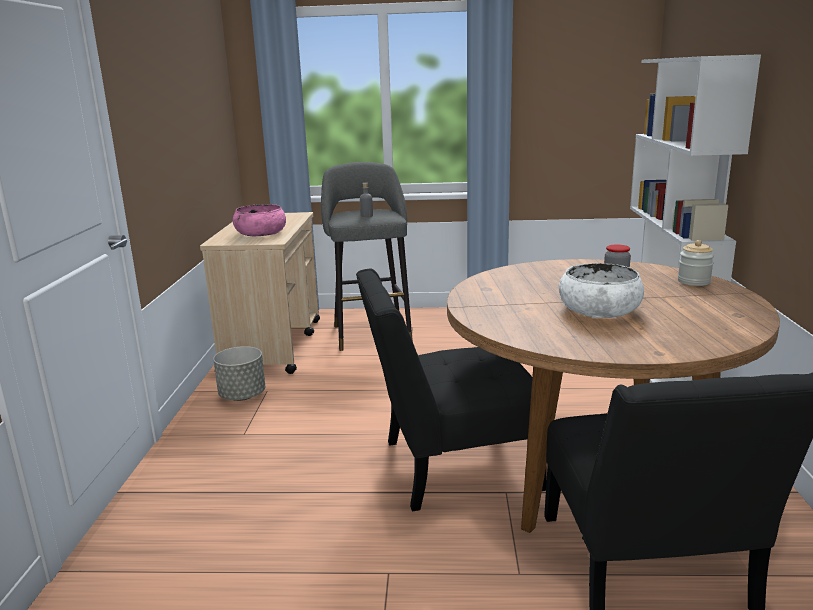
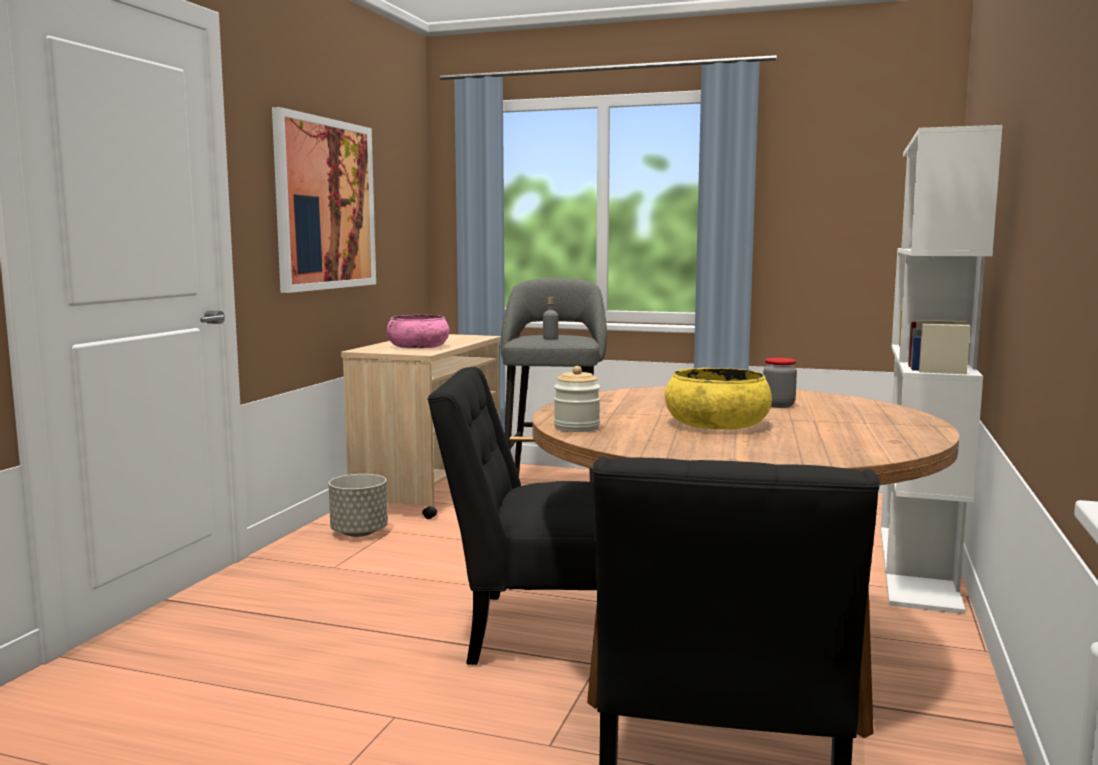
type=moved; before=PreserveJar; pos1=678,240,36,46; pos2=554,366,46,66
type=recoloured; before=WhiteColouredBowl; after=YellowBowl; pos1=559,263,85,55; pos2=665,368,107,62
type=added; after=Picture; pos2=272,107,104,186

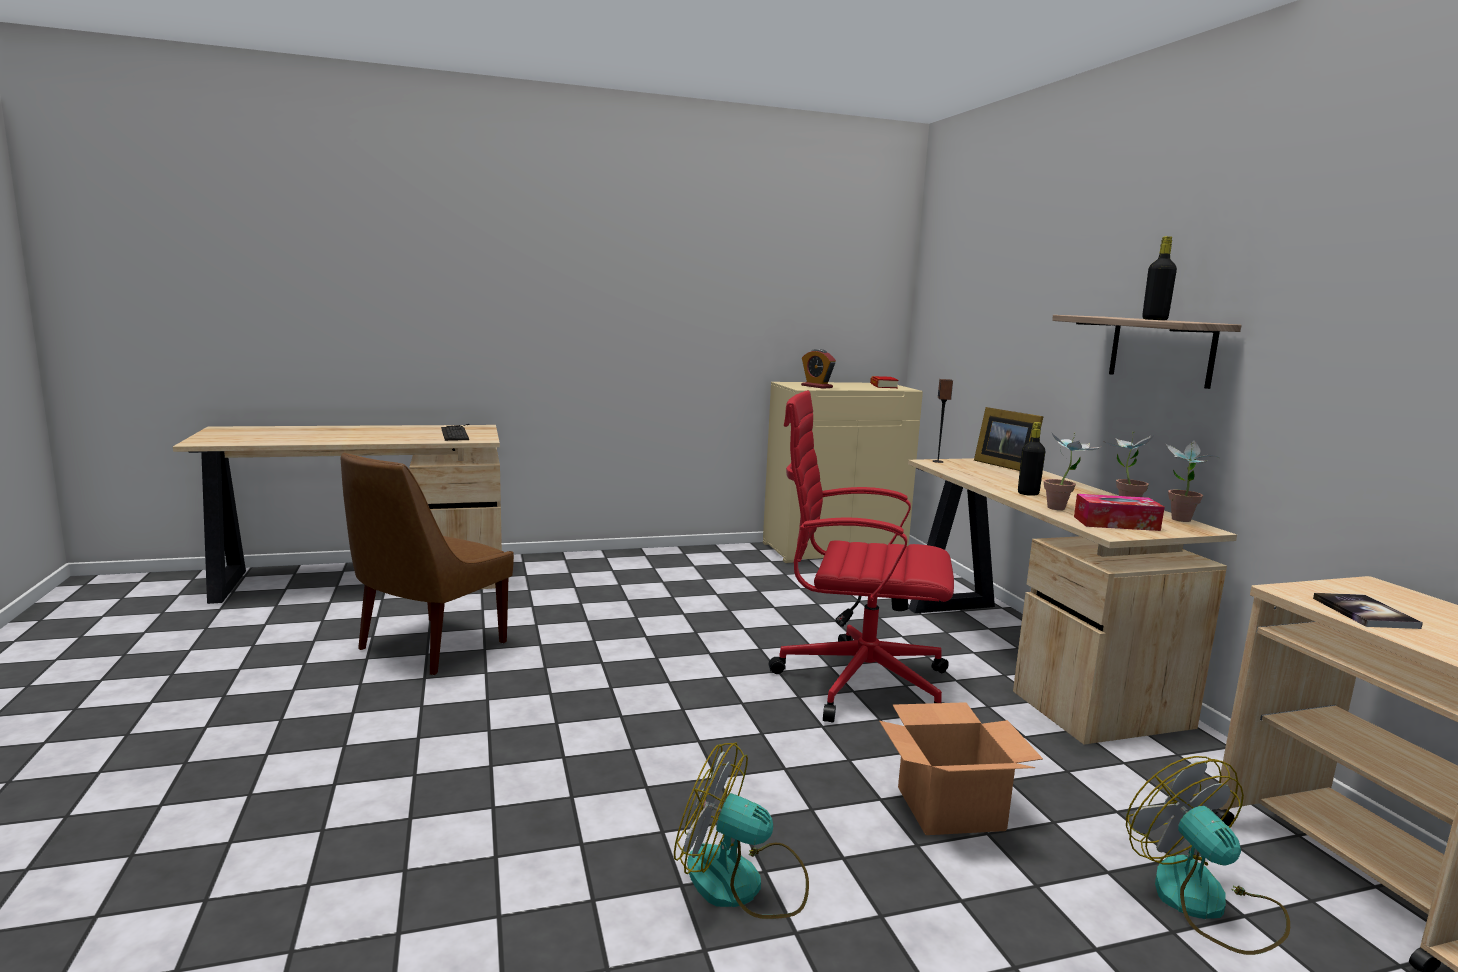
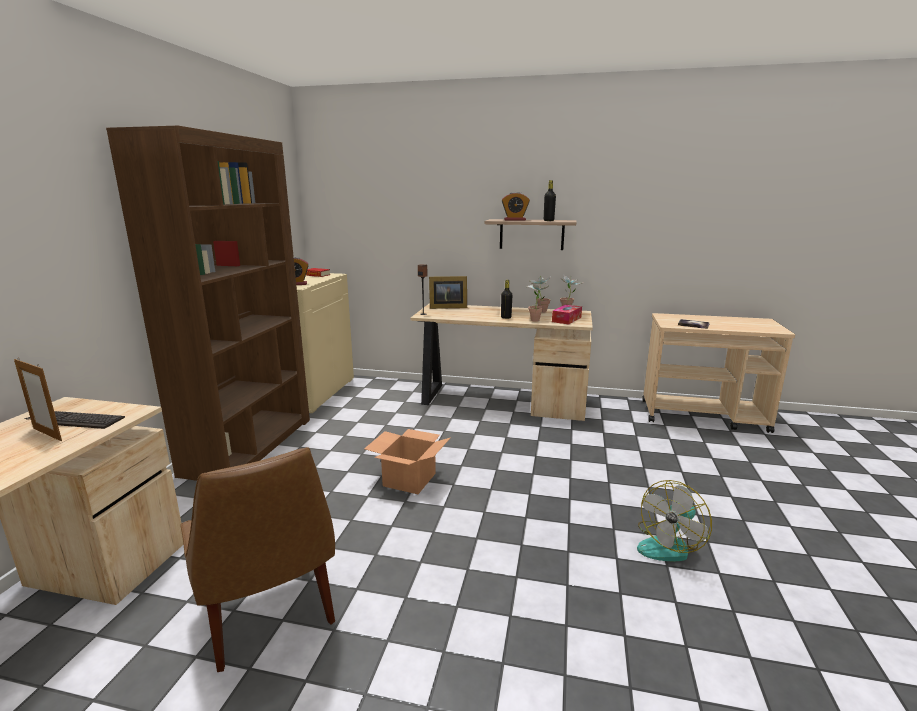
type=removed; before=RedColouredDeskChair; pos1=769,391,185,332
type=moved; before=CardboardBox; pos1=879,702,164,133; pos2=364,429,87,65
type=removed; before=ElectricFan; pos1=1126,756,164,199
type=added; after=BrownShelvingUnit; pos2=106,125,204,356
type=added; after=BedsideClock; pos2=502,192,28,28
type=added; after=PhotoFrame; pos2=14,359,48,82

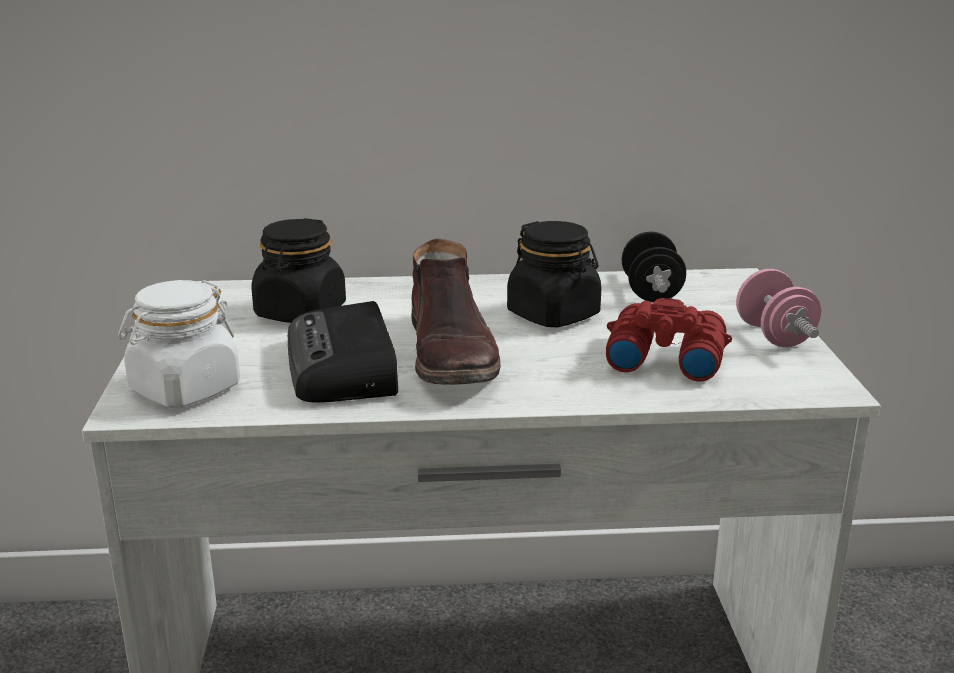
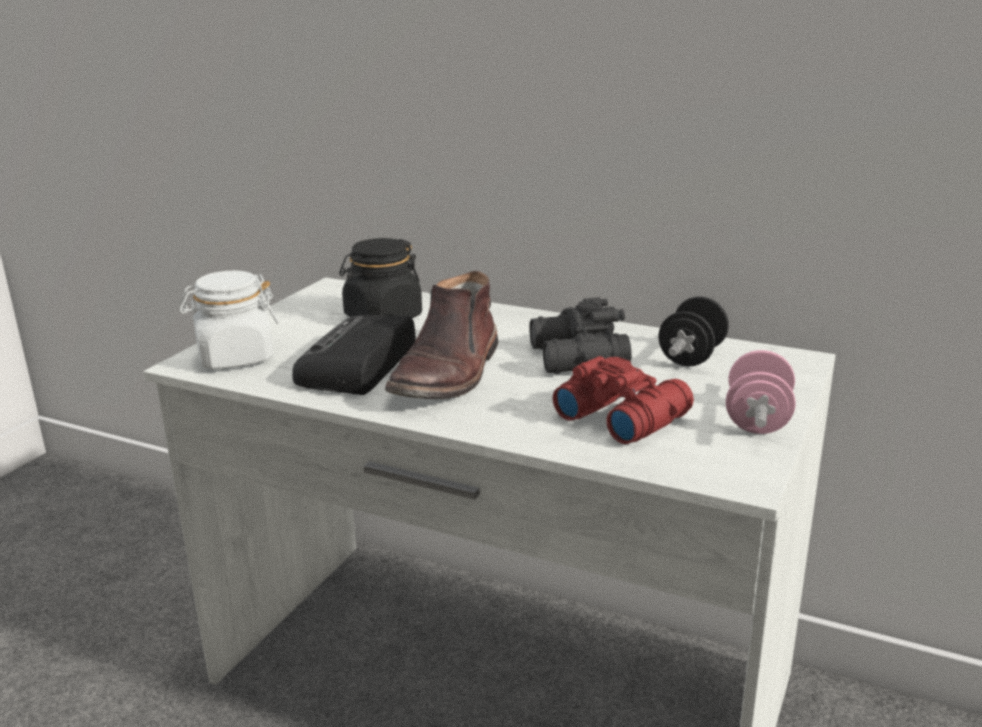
type=replaced; before=BlackColouredPreserveJar; after=BlackColouredPairOfBinoculars; pos1=507,221,95,106; pos2=529,297,103,77

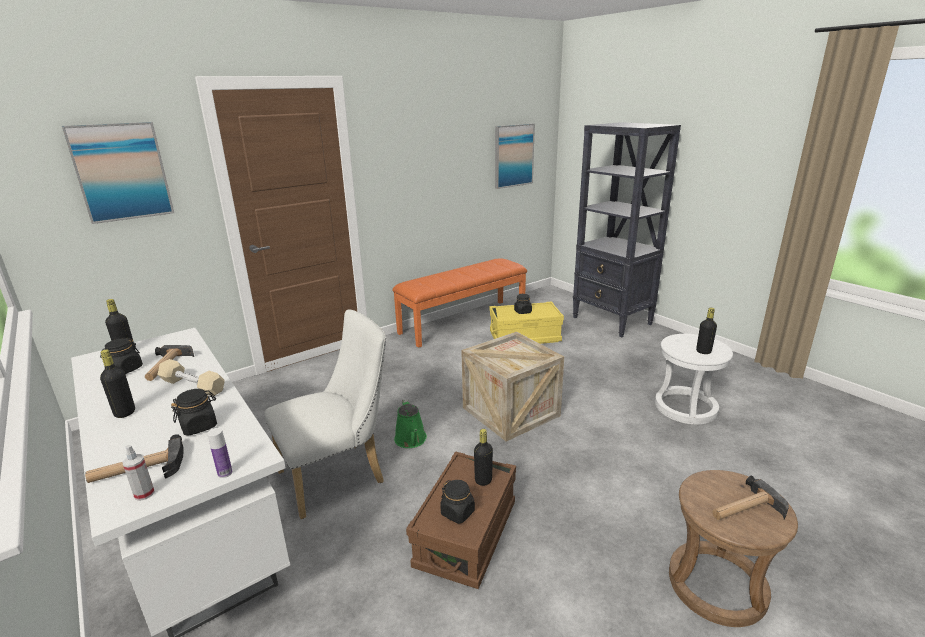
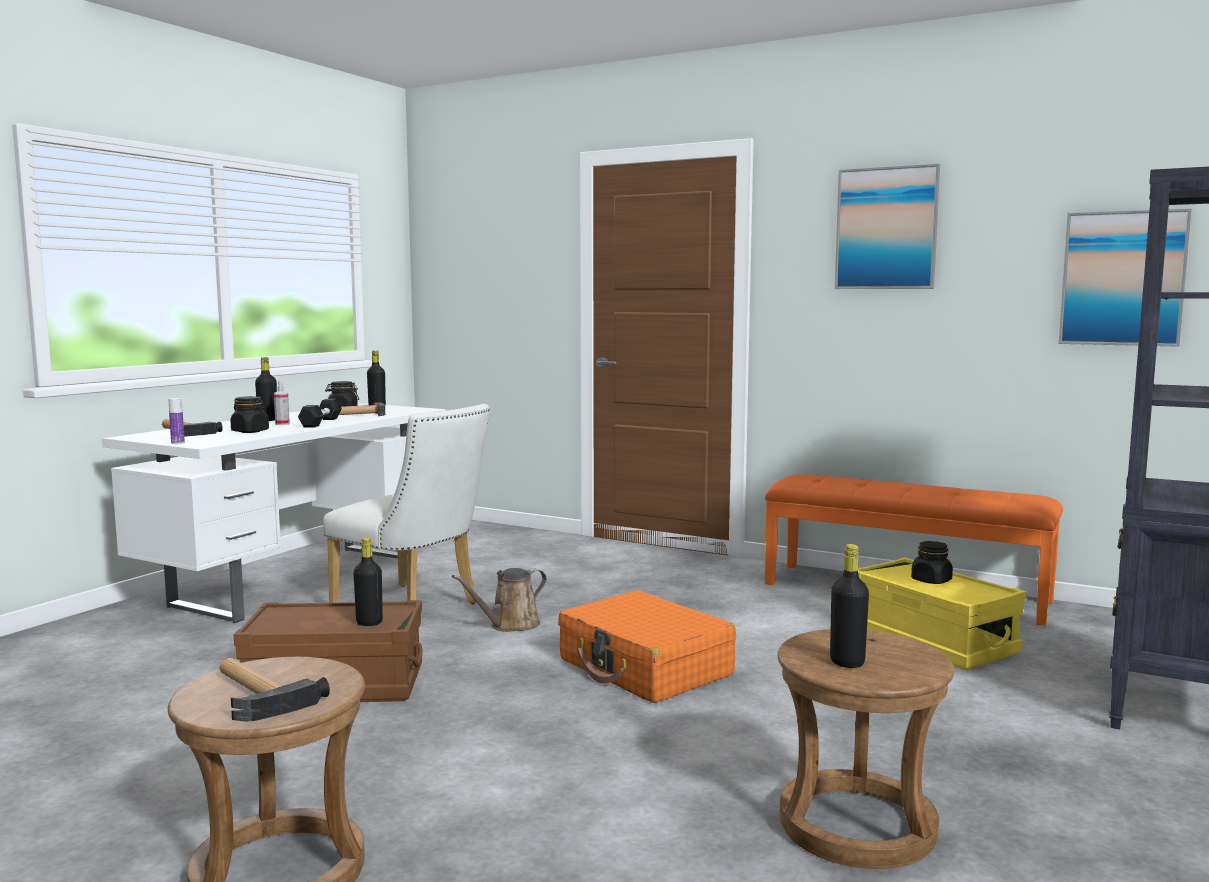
type=moved; before=Picture; pos1=62,122,112,102; pos2=835,164,105,125
type=replaced; before=ShippingCrate; after=OrangeColouredPieceOfLuggage; pos1=461,332,103,109; pos2=558,590,178,113
type=recoloured; before=WhiteColouredSittingStool; after=BrownSittingStool; pos1=655,334,78,90; pos2=777,629,177,240
type=recoloured; before=BeigeHandWeight; after=BlackColouredHandWeight; pos1=157,359,68,37; pos2=298,399,44,29
type=recoloured; before=GreenSprinklingCan; after=BrownSprinklingCan; pos1=394,399,33,49; pos2=452,568,95,64
type=moved; before=HandSprayer; pos1=122,445,33,56; pos2=274,381,16,44
type=removed; before=BlackColouredPreserveJar; pos1=440,480,35,44

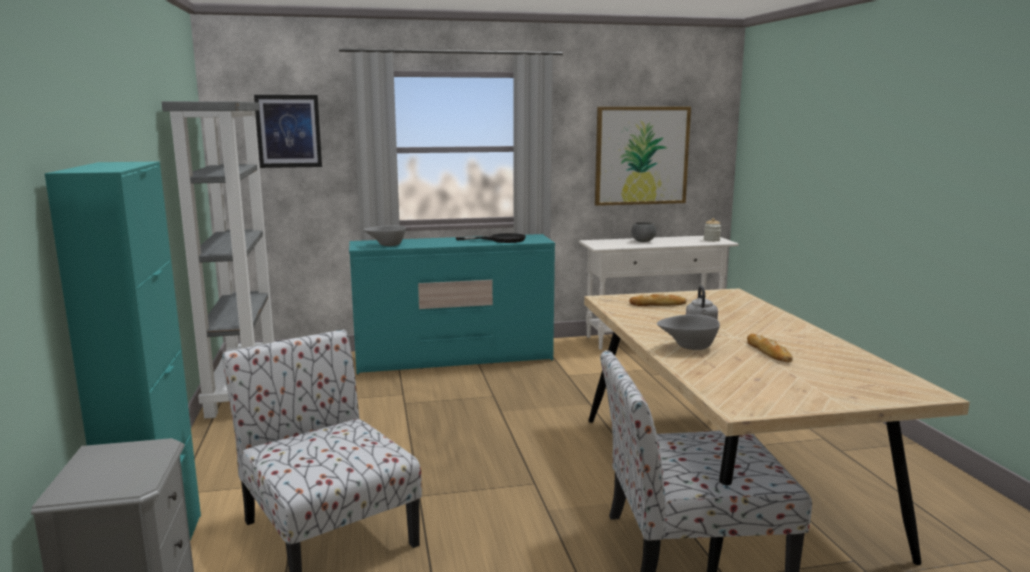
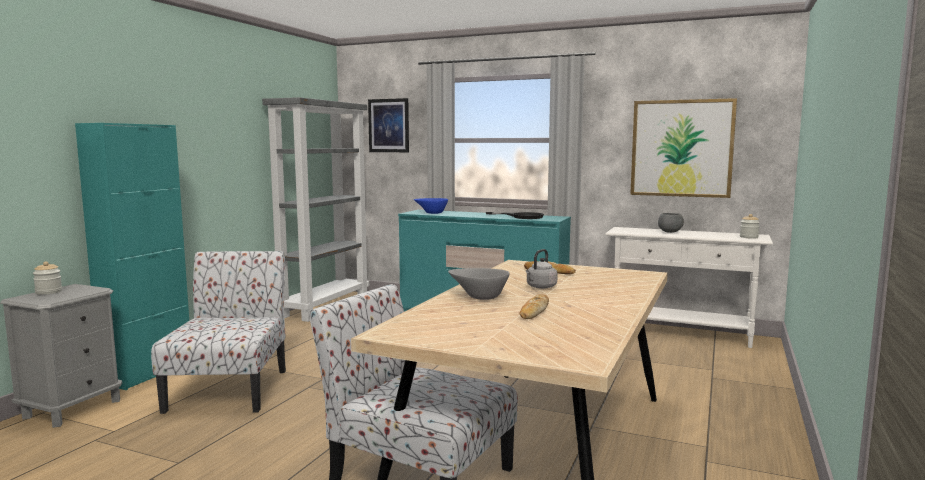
type=recoloured; before=GrayBowl; after=BlueColouredBowl; pos1=363,225,43,21; pos2=414,198,34,16
type=added; after=PreserveJar; pos2=33,262,29,33

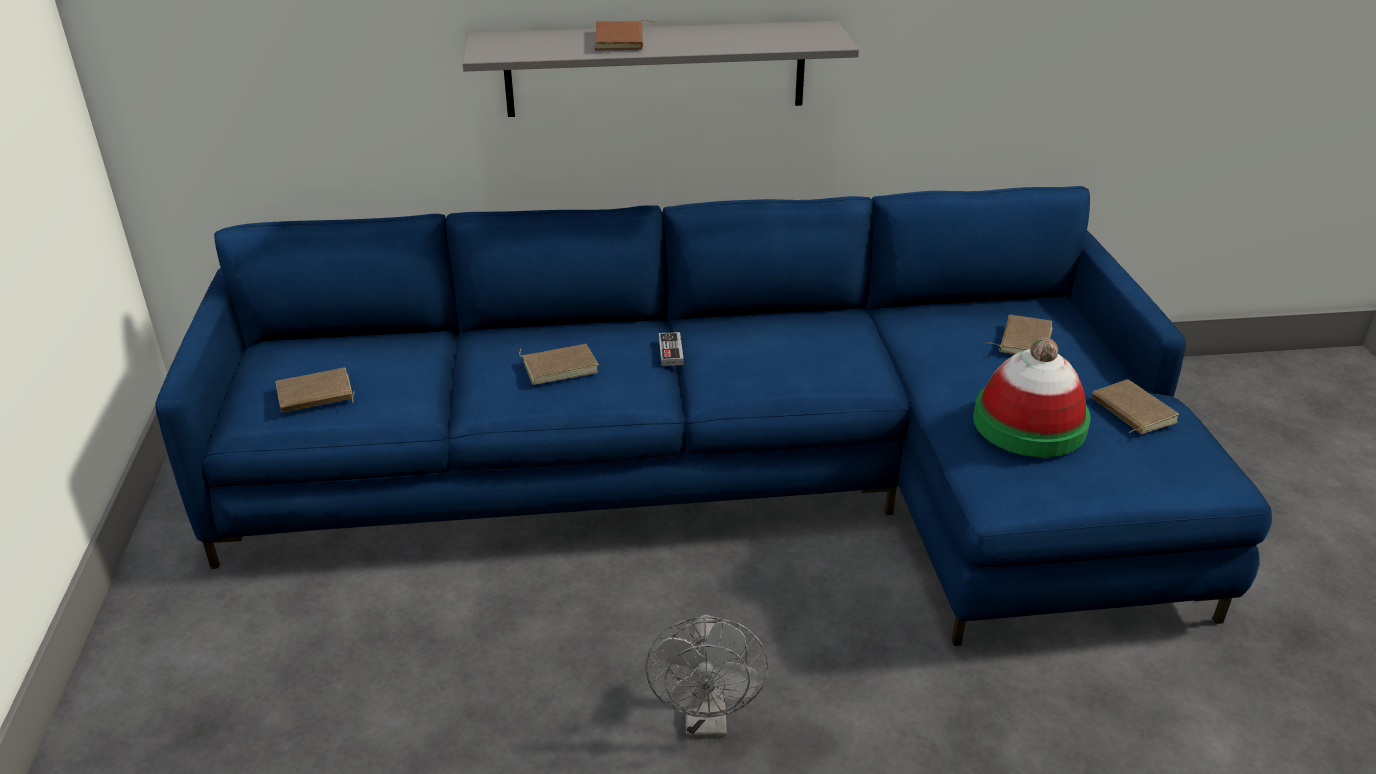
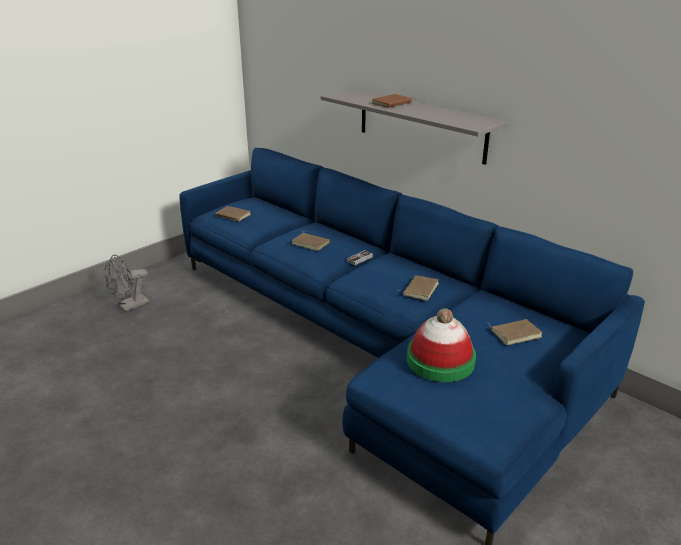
type=moved; before=BrownVolume; pos1=1092,380,87,54; pos2=399,275,40,26
type=moved; before=GrayElectricFan; pos1=645,615,124,122; pos2=104,255,45,56

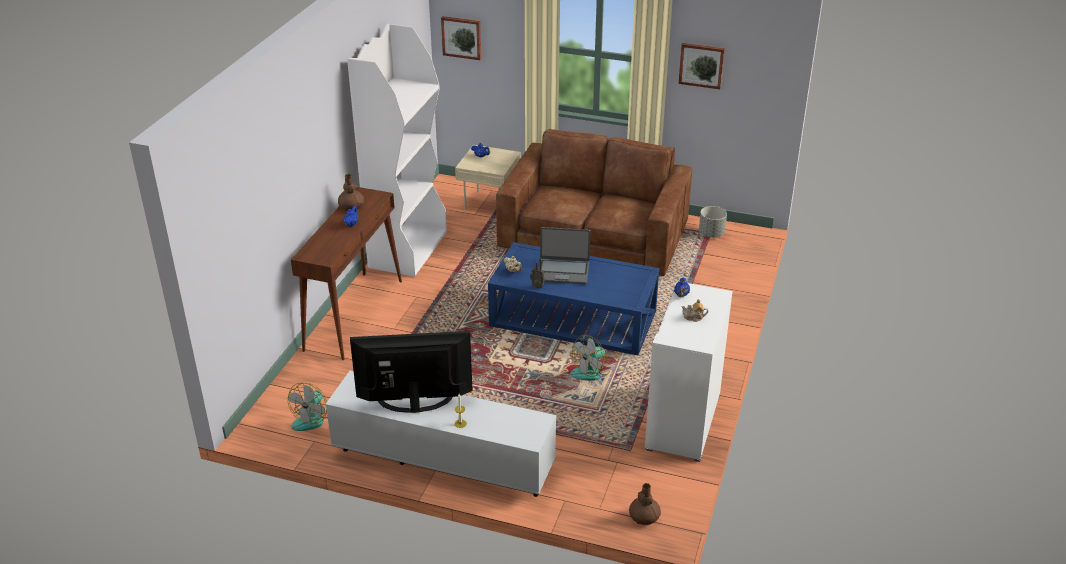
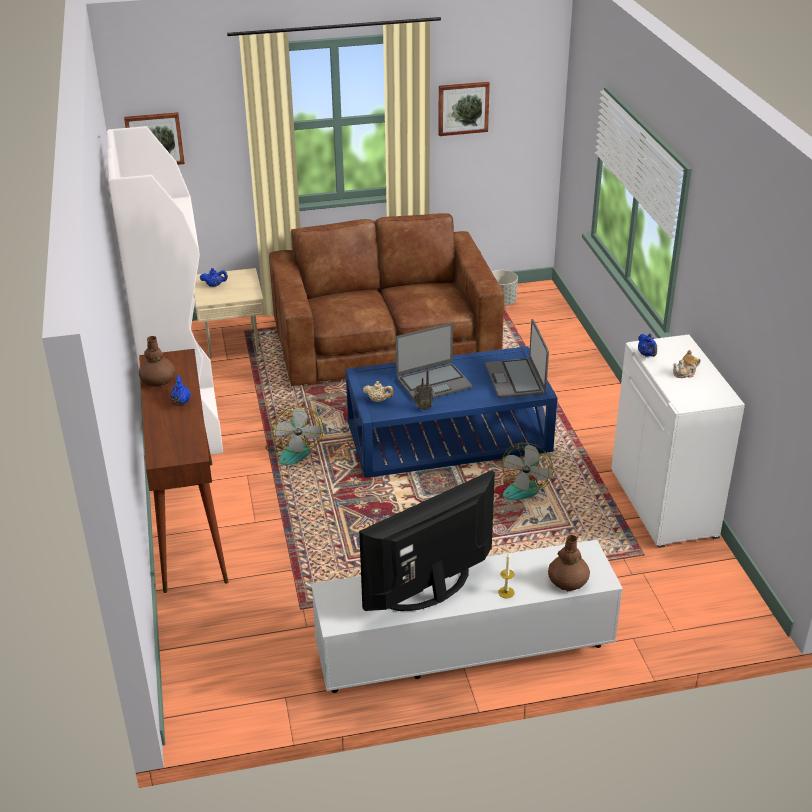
type=moved; before=ElectricFan; pos1=288,383,40,48; pos2=265,406,58,59
type=moved; before=BrownVase; pos1=629,483,32,42; pos2=548,535,42,57
type=added; after=Laptop; pos2=485,319,64,79

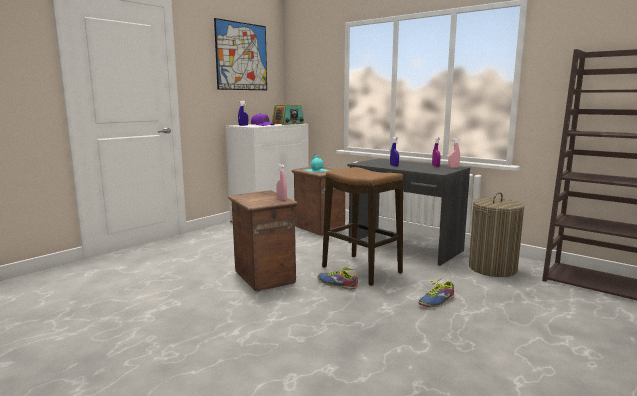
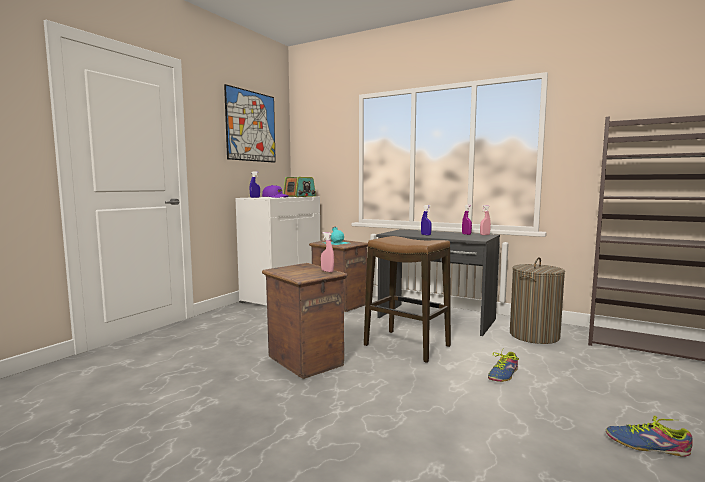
type=moved; before=Shoe; pos1=317,267,41,22; pos2=606,416,87,41

